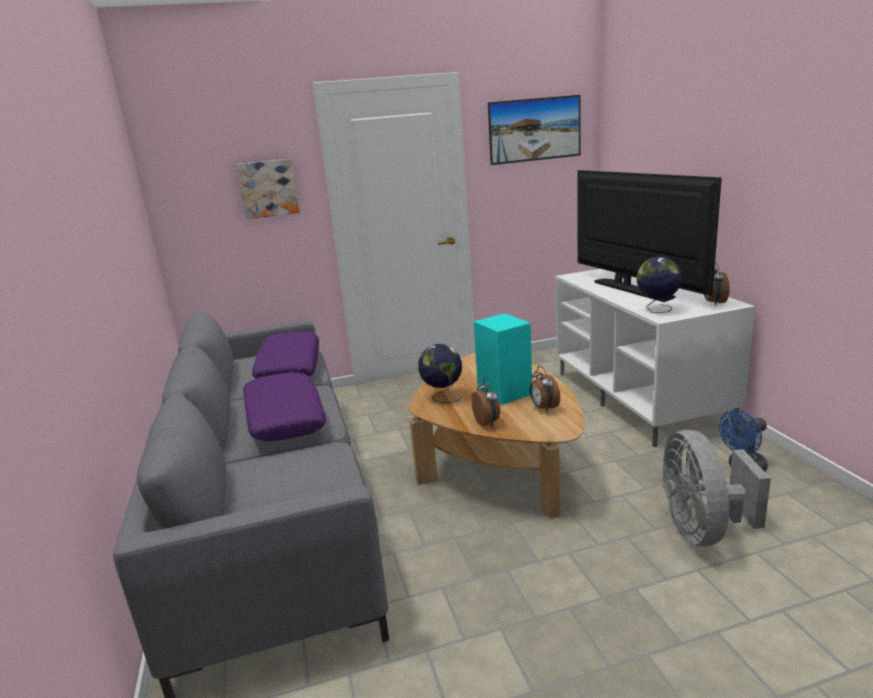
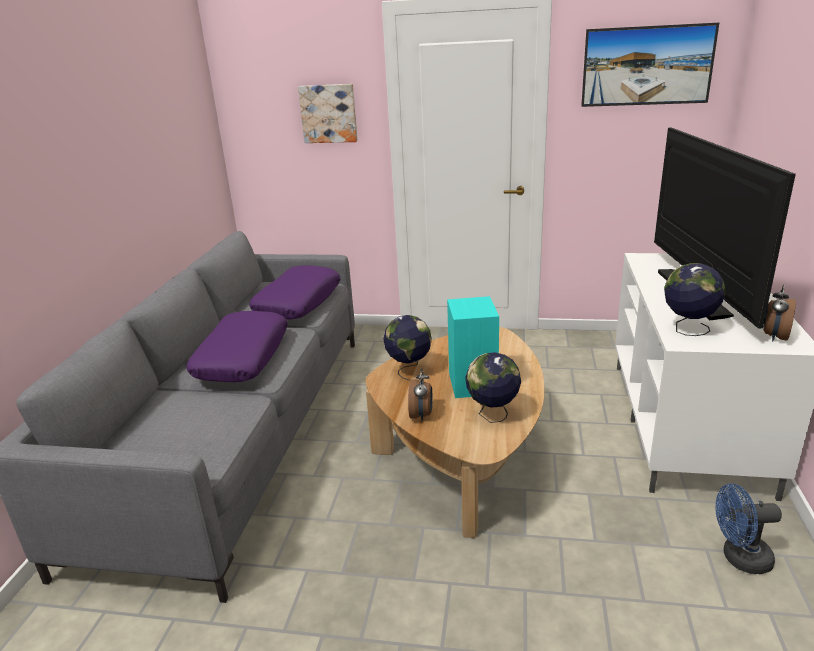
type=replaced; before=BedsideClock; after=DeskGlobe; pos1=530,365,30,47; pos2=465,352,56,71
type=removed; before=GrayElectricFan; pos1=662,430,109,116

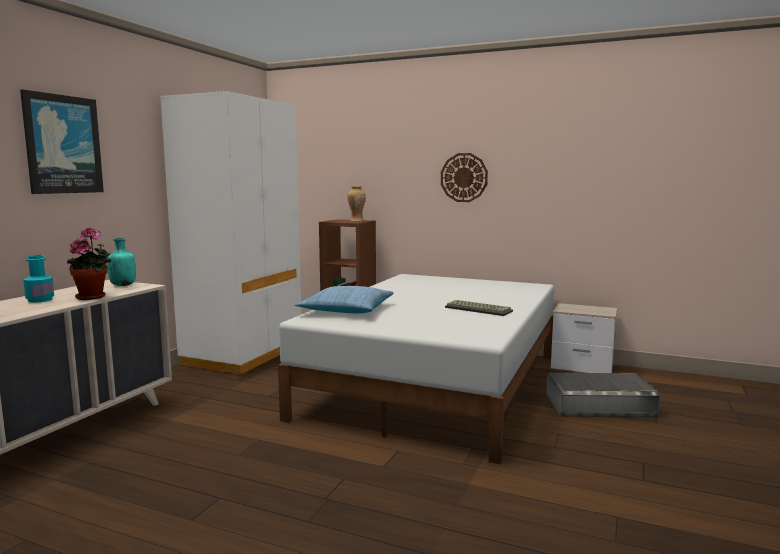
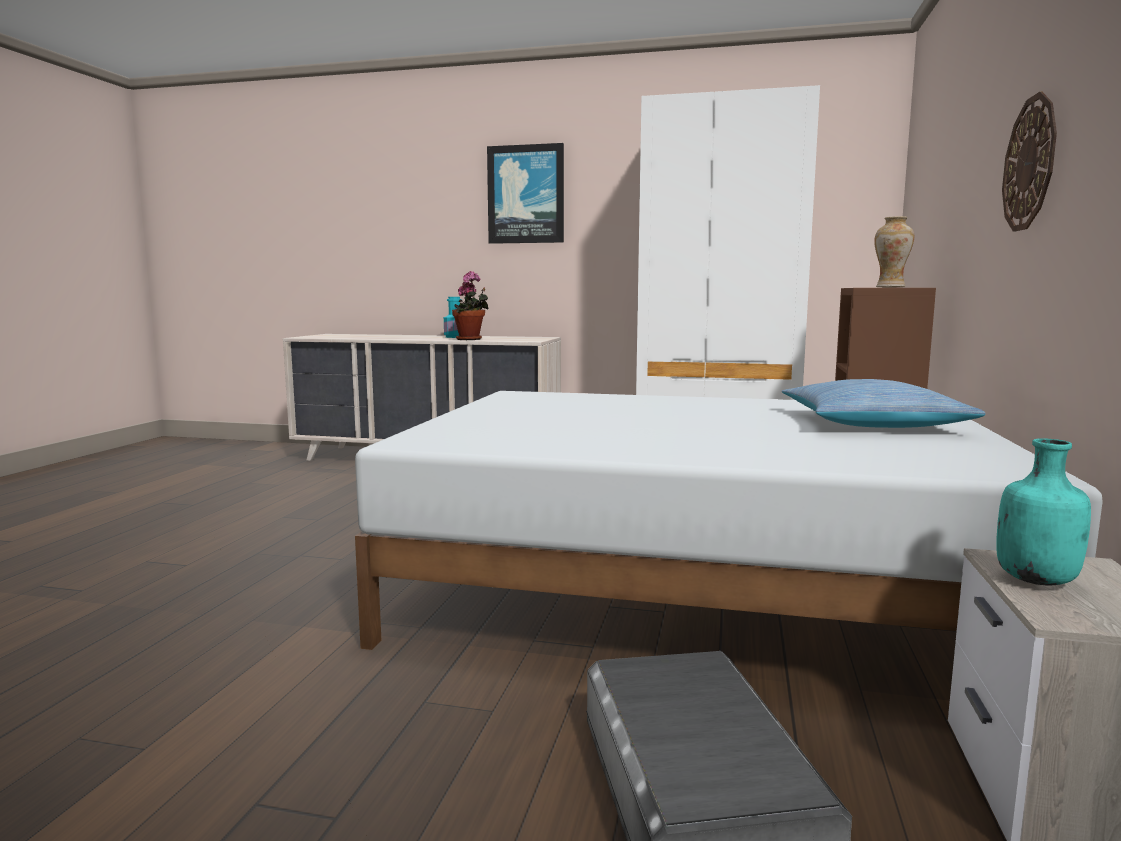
type=moved; before=BlueGreenBottle; pos1=107,238,29,48; pos2=996,438,95,148
type=moved; before=ThrowPillow; pos1=295,286,98,27; pos2=782,379,204,49
type=removed; before=Keyboard; pos1=445,300,68,16

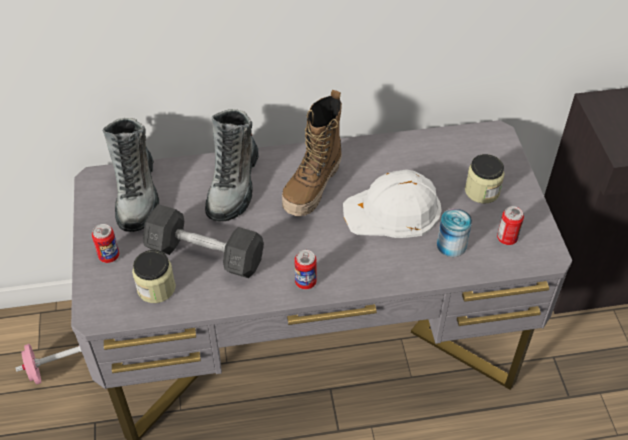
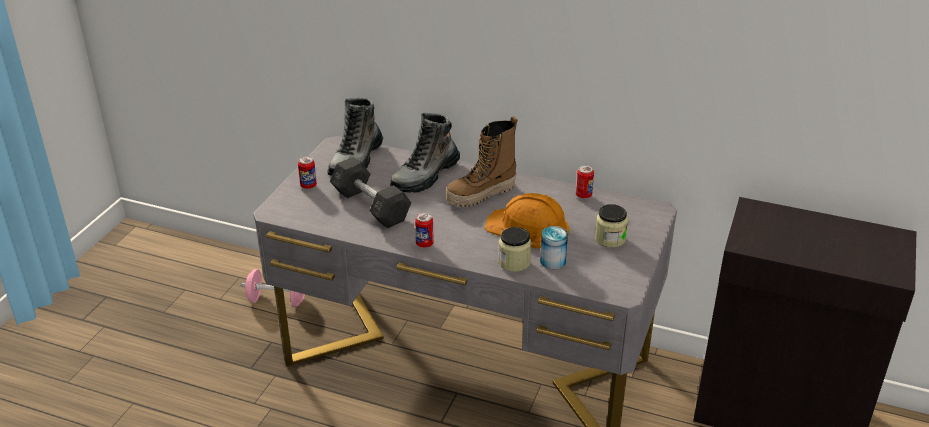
type=recoloured; before=WhiteColouredHardHat; after=OrangeColouredHardHat; pos1=343,169,99,69; pos2=485,193,84,55
type=moved; before=MetalCan; pos1=497,206,27,39; pos2=576,165,18,33
type=moved; before=PreserveJar; pos1=132,250,44,53; pos2=498,227,33,45

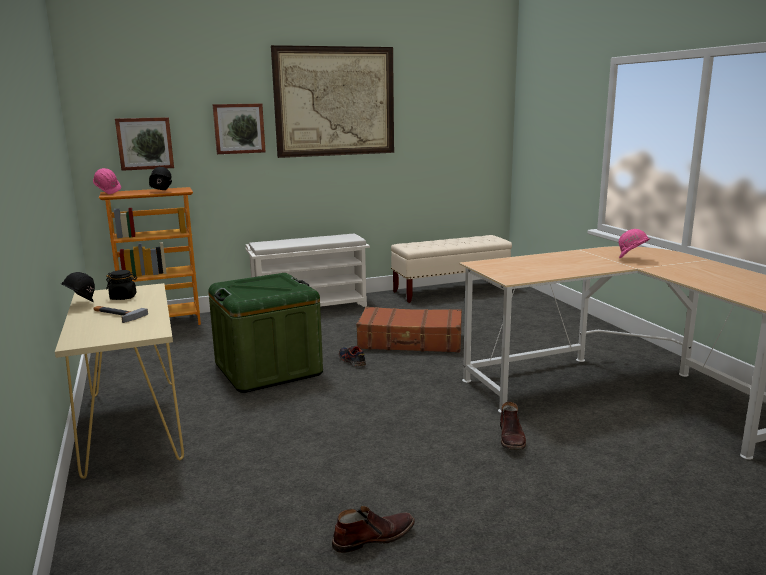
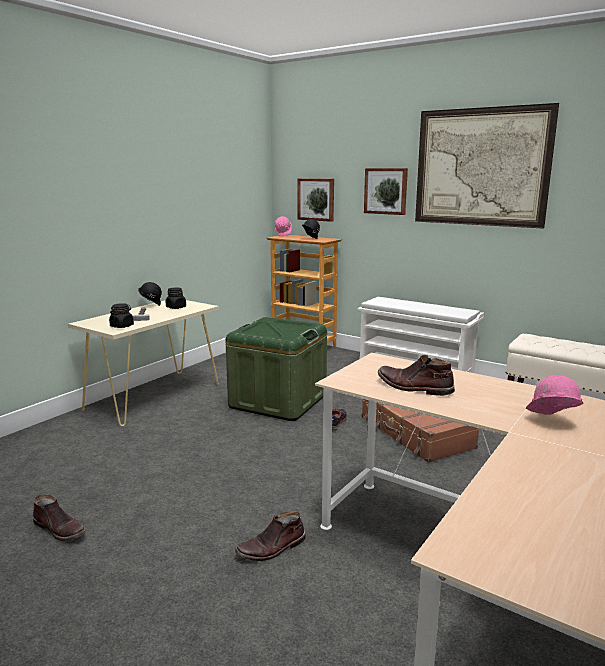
type=added; after=BlackColouredPreserveJar; pos2=109,303,25,25
type=added; after=BrownTallBoot; pos2=378,355,77,41

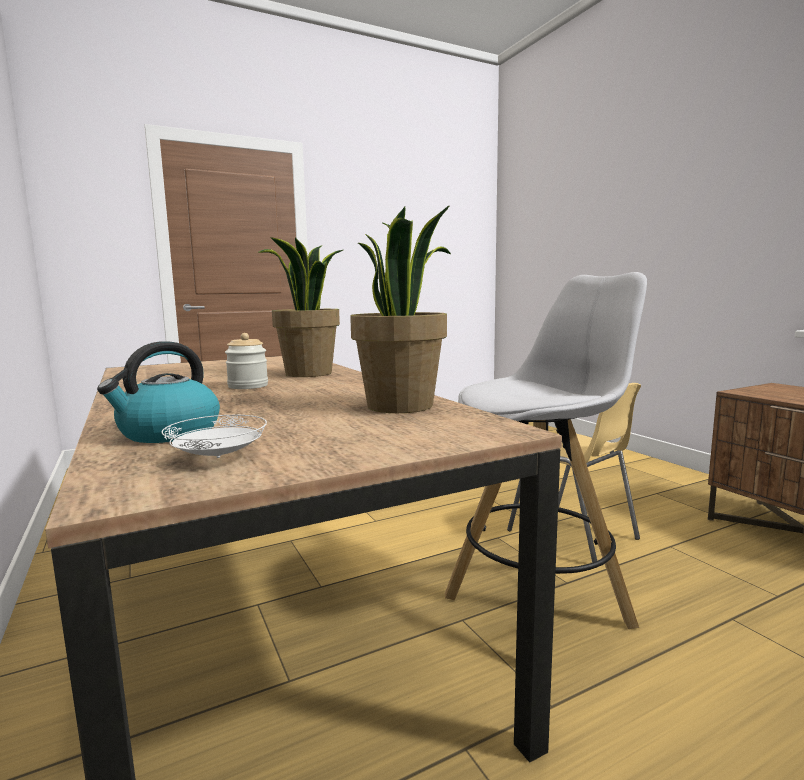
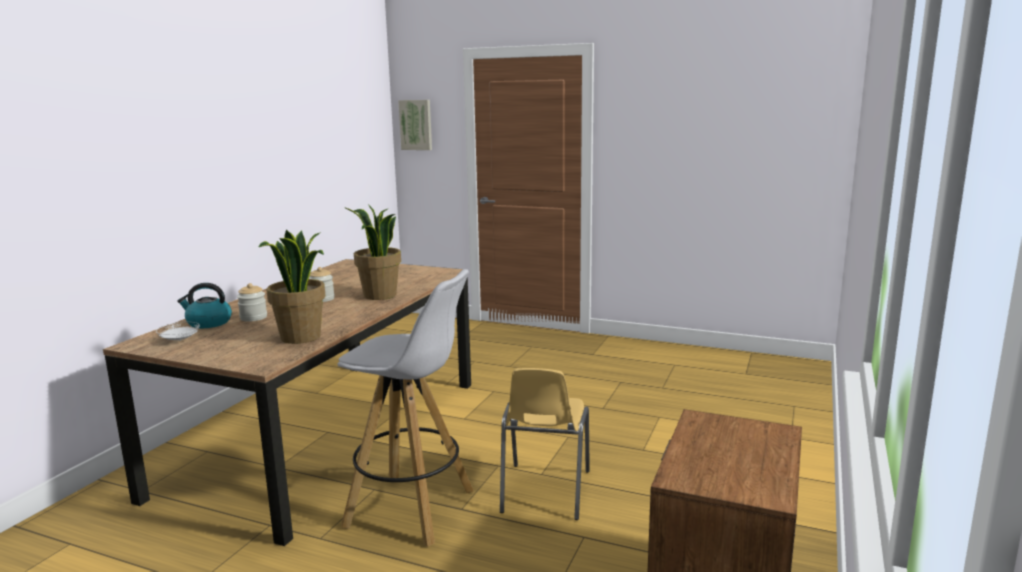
type=added; after=Picture; pos2=398,100,34,50
type=added; after=PreserveJar; pos2=237,283,30,39

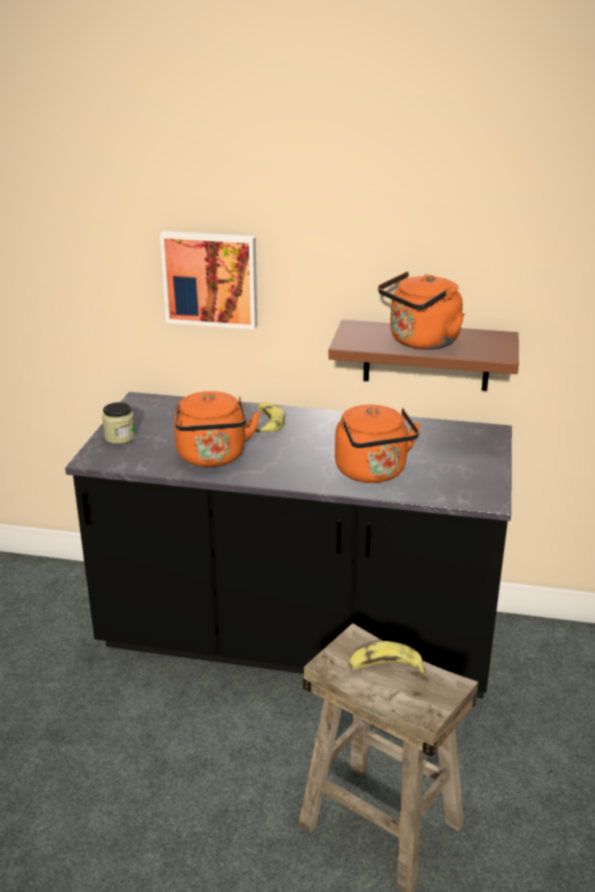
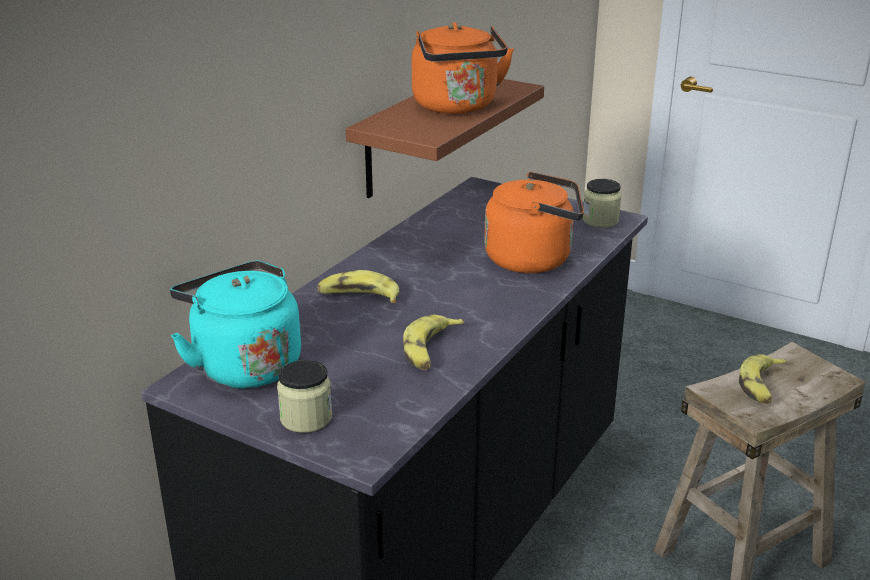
type=removed; before=Picture; pos1=160,231,97,99
type=replaced; before=OrangeColouredWaterKettle; after=Banana; pos1=174,391,86,76; pos2=403,315,61,55
type=added; after=PreserveJar; pos2=582,179,40,49
type=added; after=BlueGreenWaterKettle; pos2=170,260,131,129

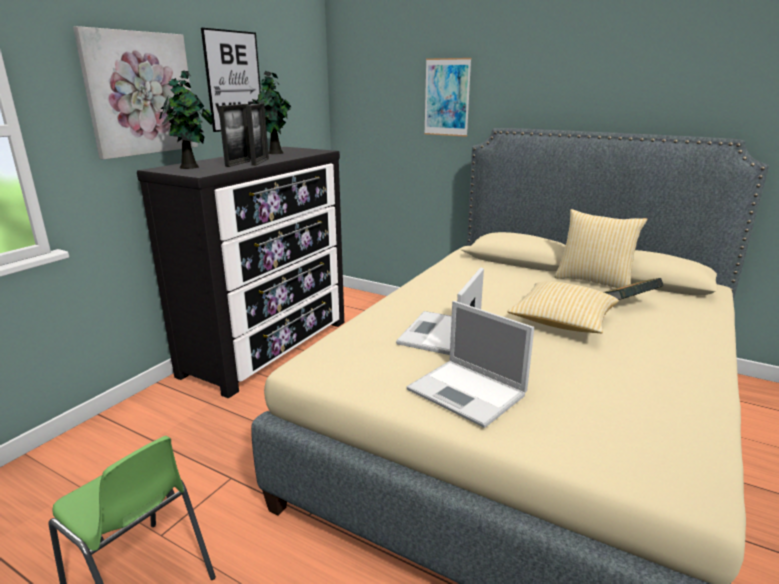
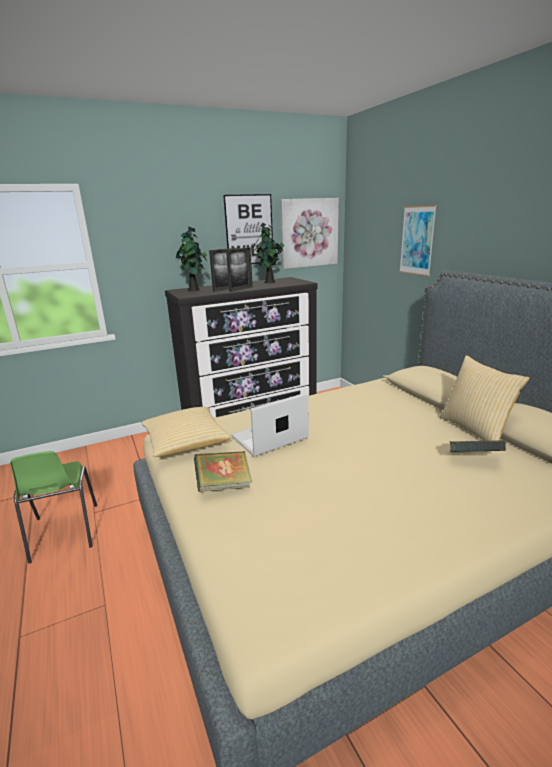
type=moved; before=Picture; pos1=73,26,125,133; pos2=280,198,59,71
type=moved; before=ThrowPillow; pos1=508,281,111,52; pos2=142,407,89,50
type=replaced; before=Laptop; after=Volume; pos1=407,301,127,127; pos2=194,451,58,41

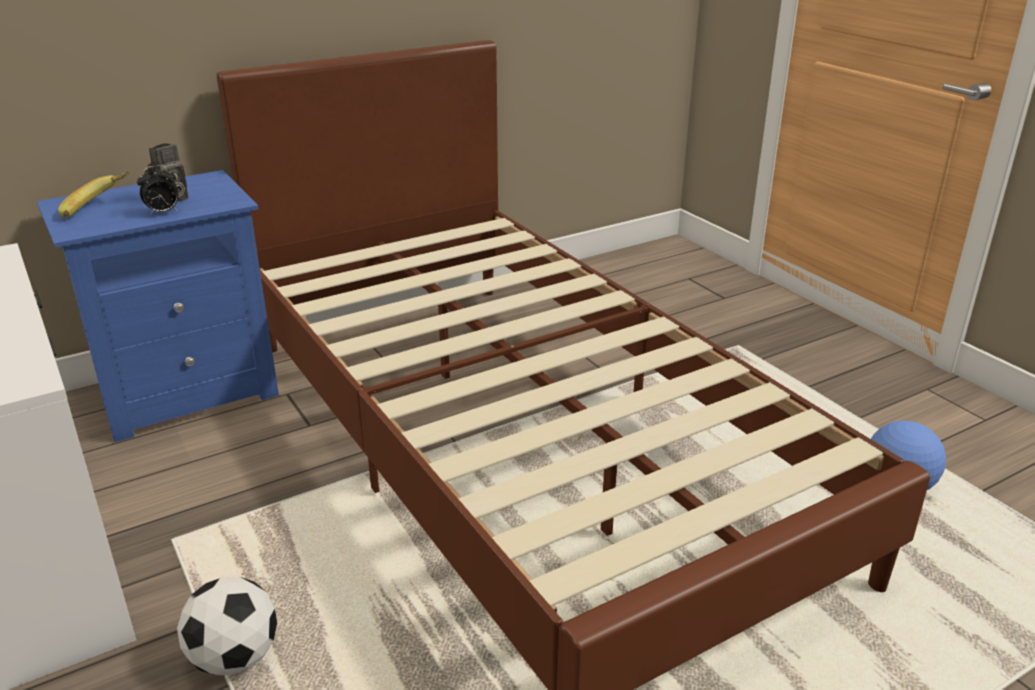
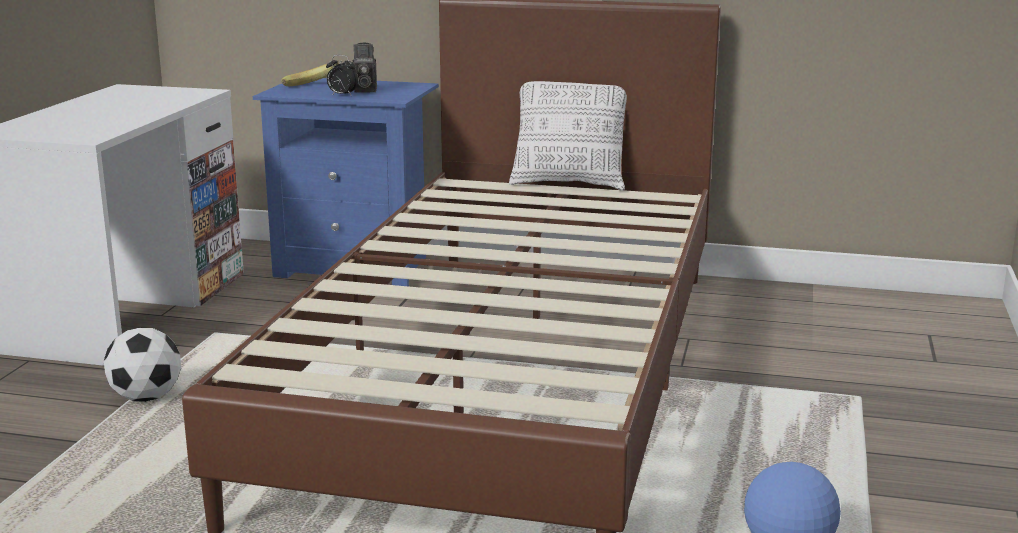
type=added; after=ThrowPillow; pos2=509,81,118,110

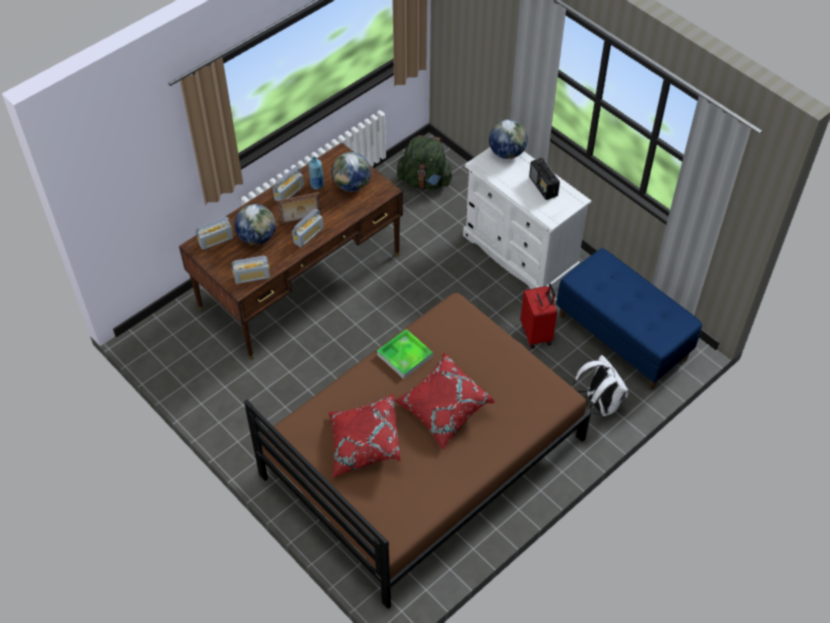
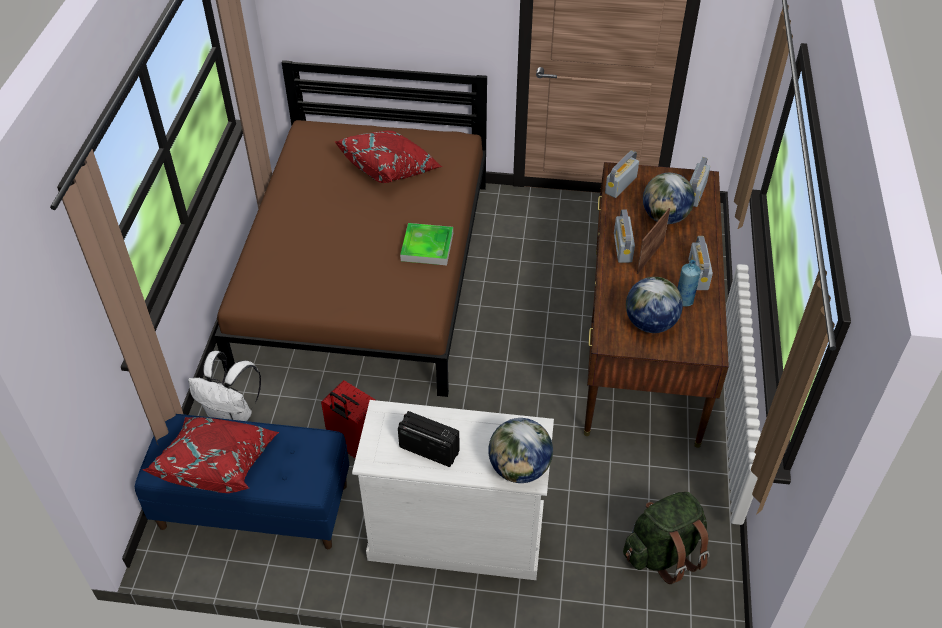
type=moved; before=RedColouredThrowPillow; pos1=394,352,102,98; pos2=142,417,137,76

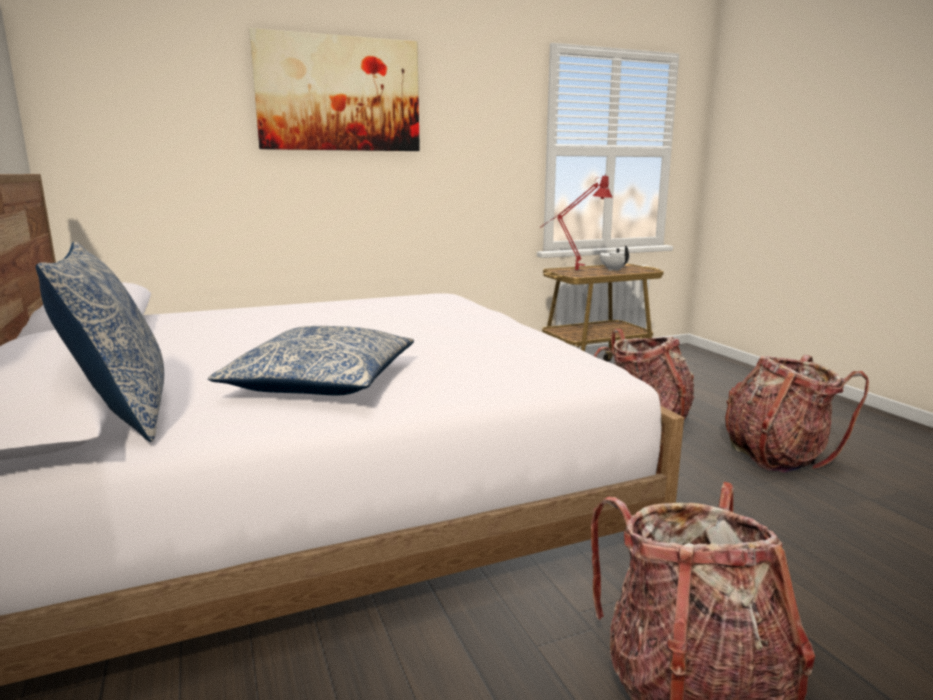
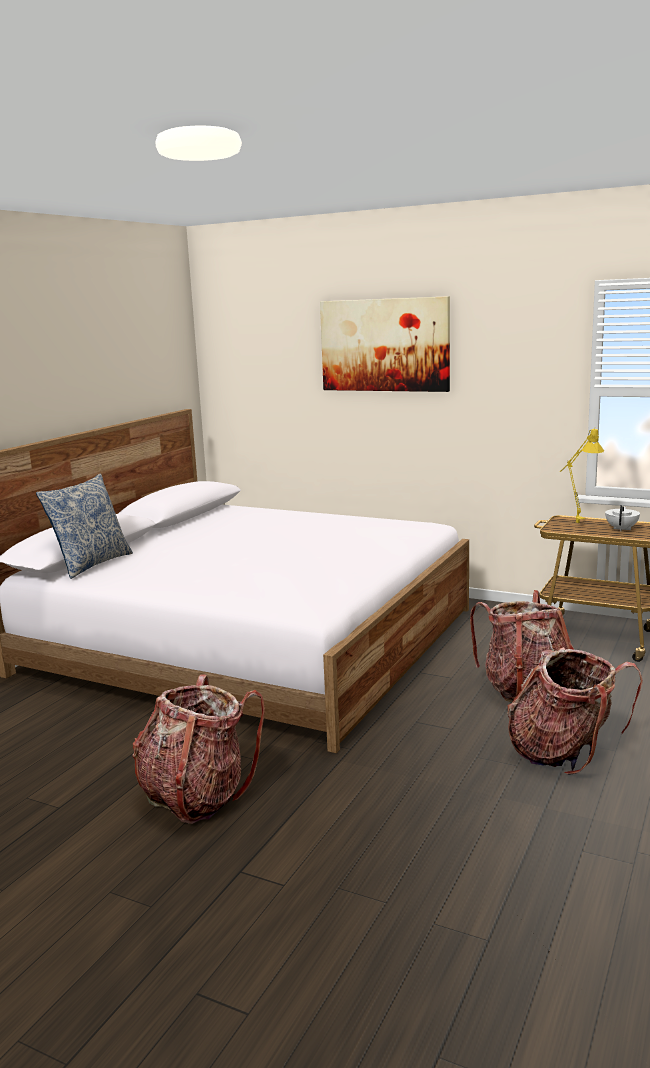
type=recoloured; before=RedColouredLampForATable; after=YellowLampForATable; pos1=540,174,73,96; pos2=560,429,44,94
type=removed; before=ThrowPillow; pos1=208,326,206,69

